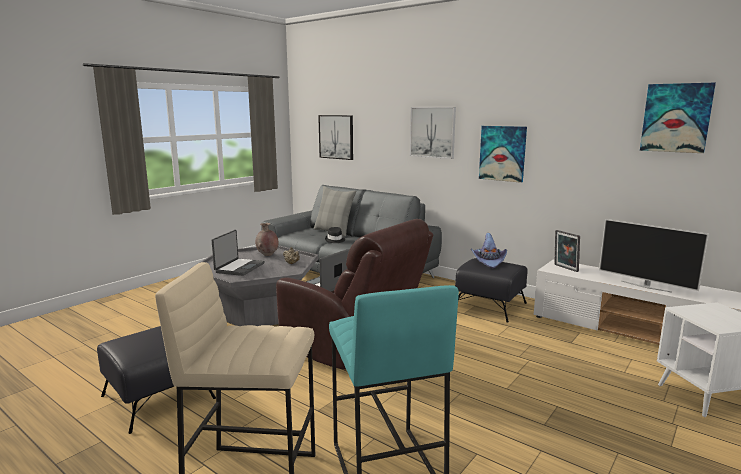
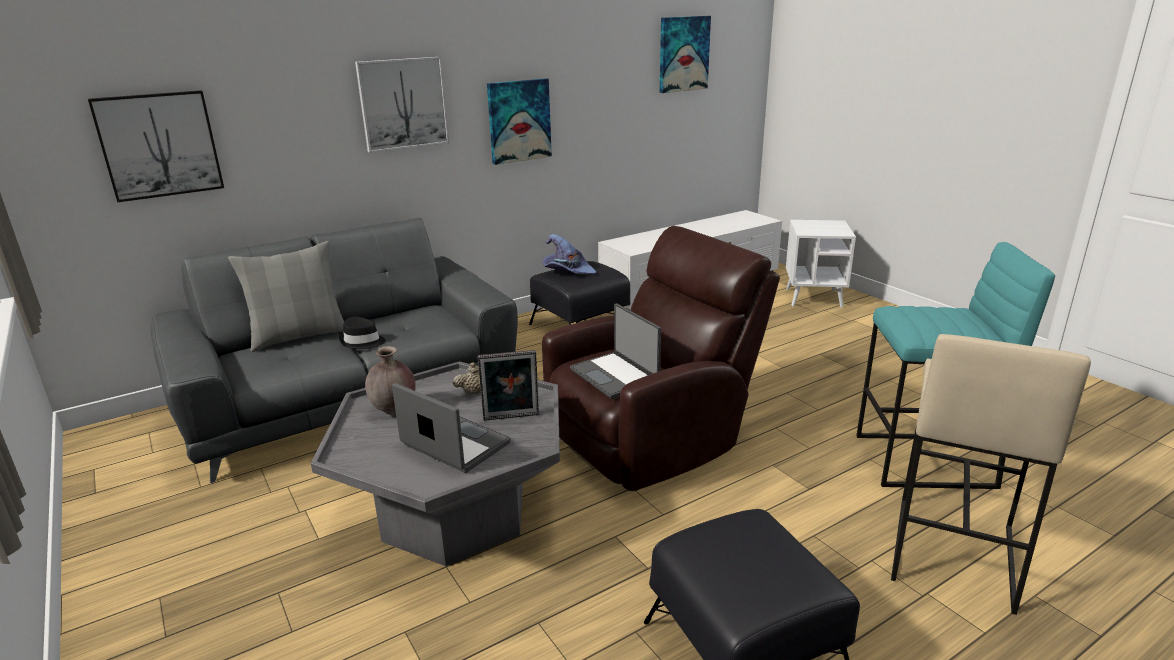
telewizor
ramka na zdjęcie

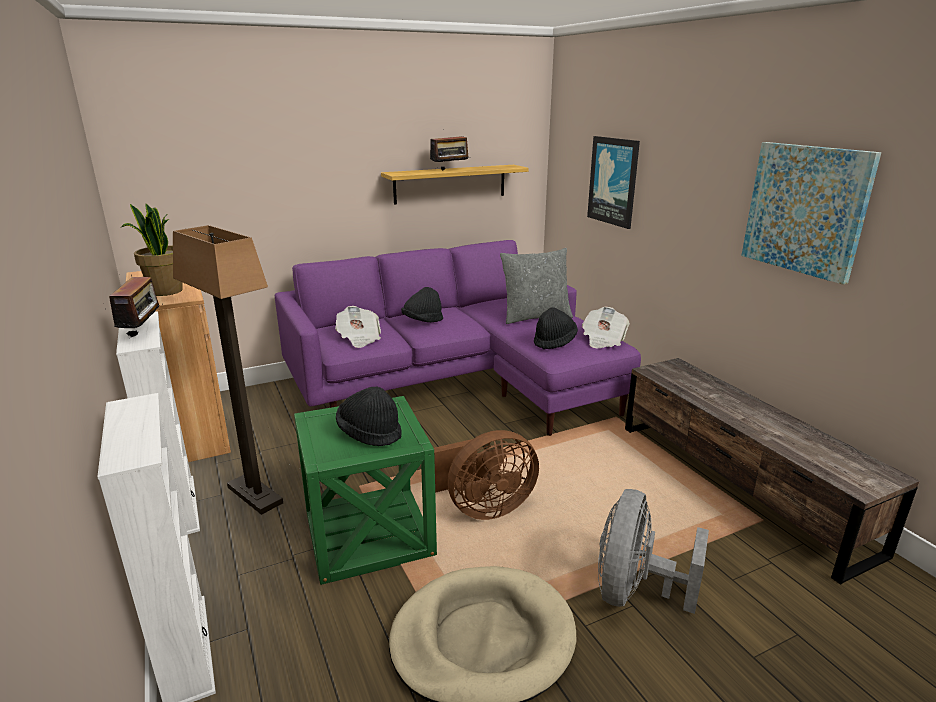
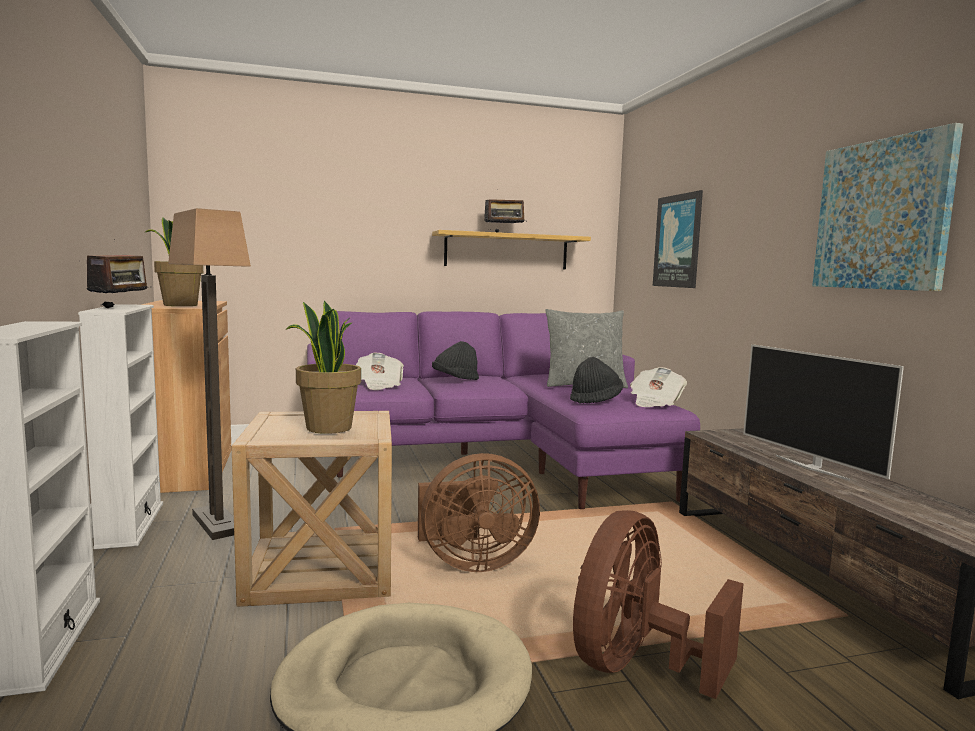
roślina doniczkowa (no. 2 from left)
stolik [beżowy]
wentylator [brązowy] (no. 2 from left)
telewizor

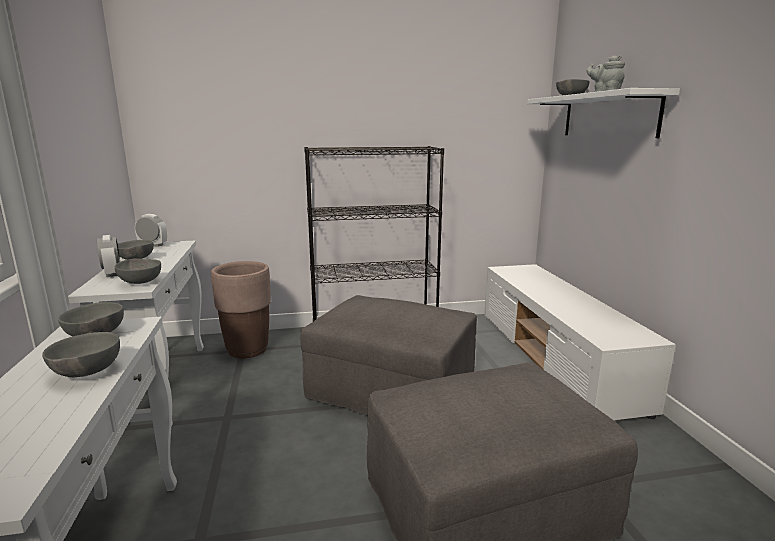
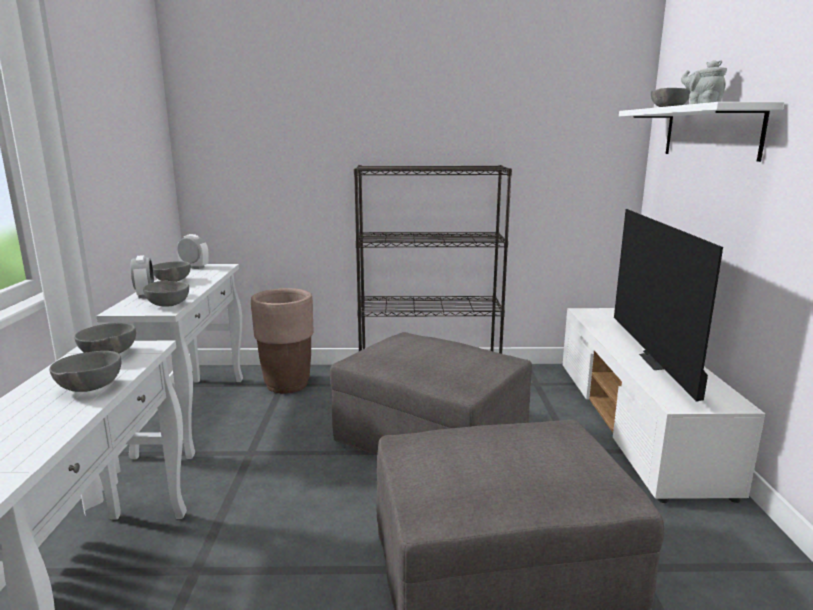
telewizor

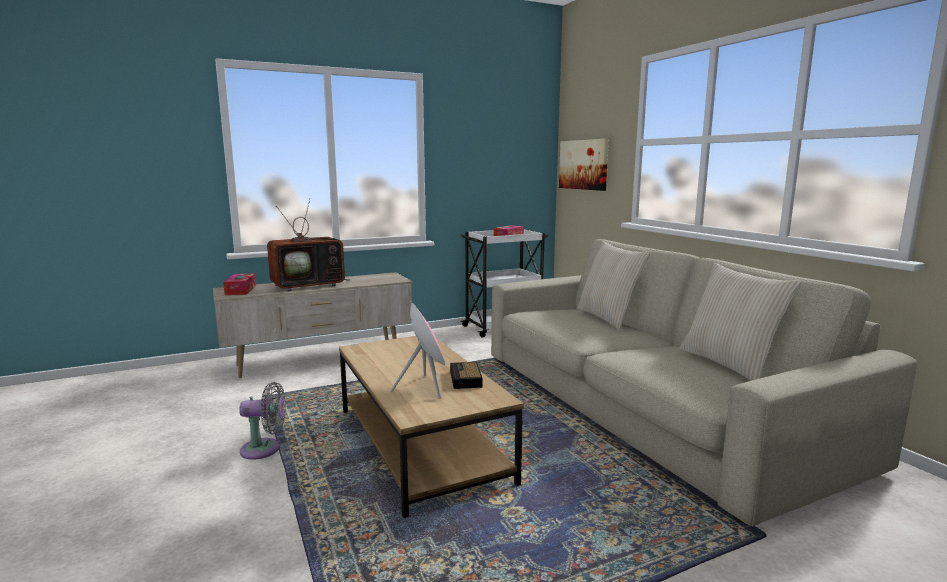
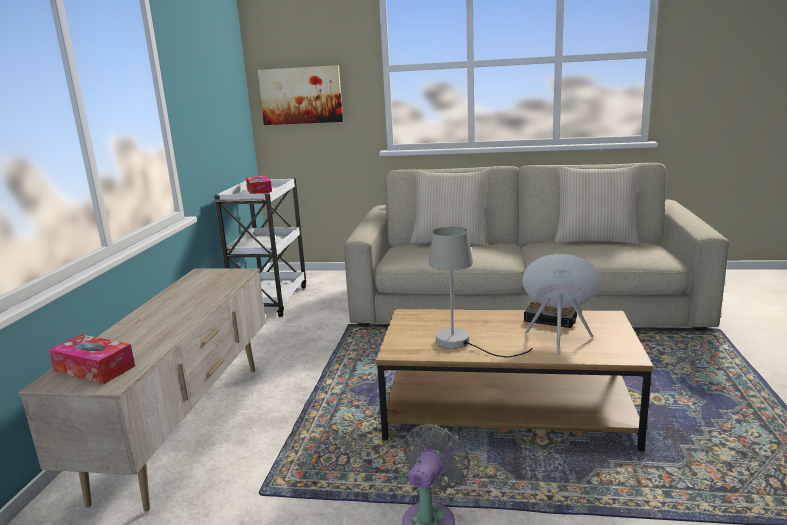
telewizor
lampa stołowa [szary]

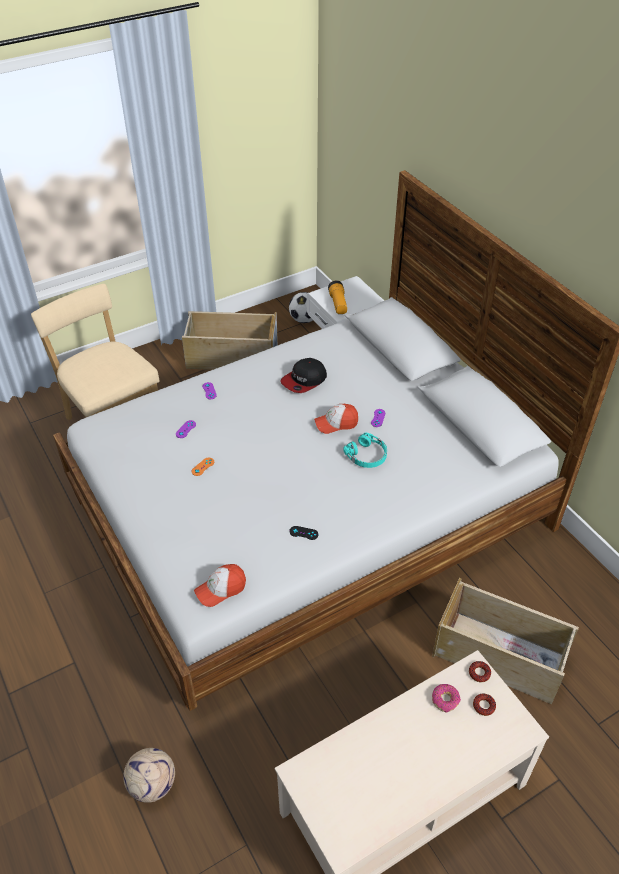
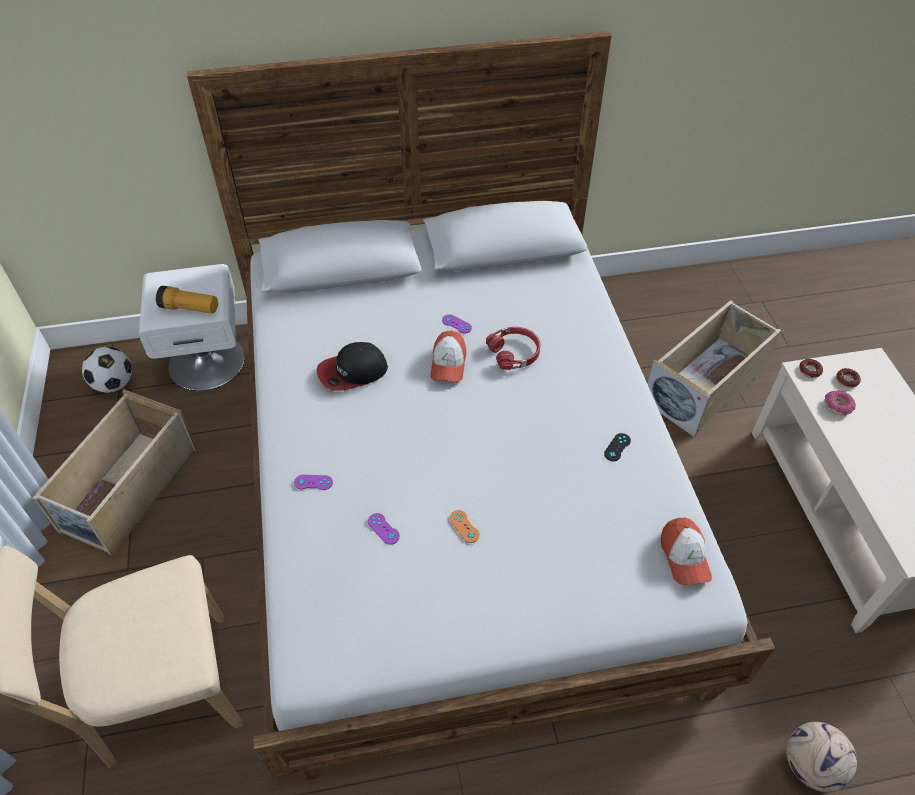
czapka z daszkiem (no. 1 from left)
słuchawki [czerwony]

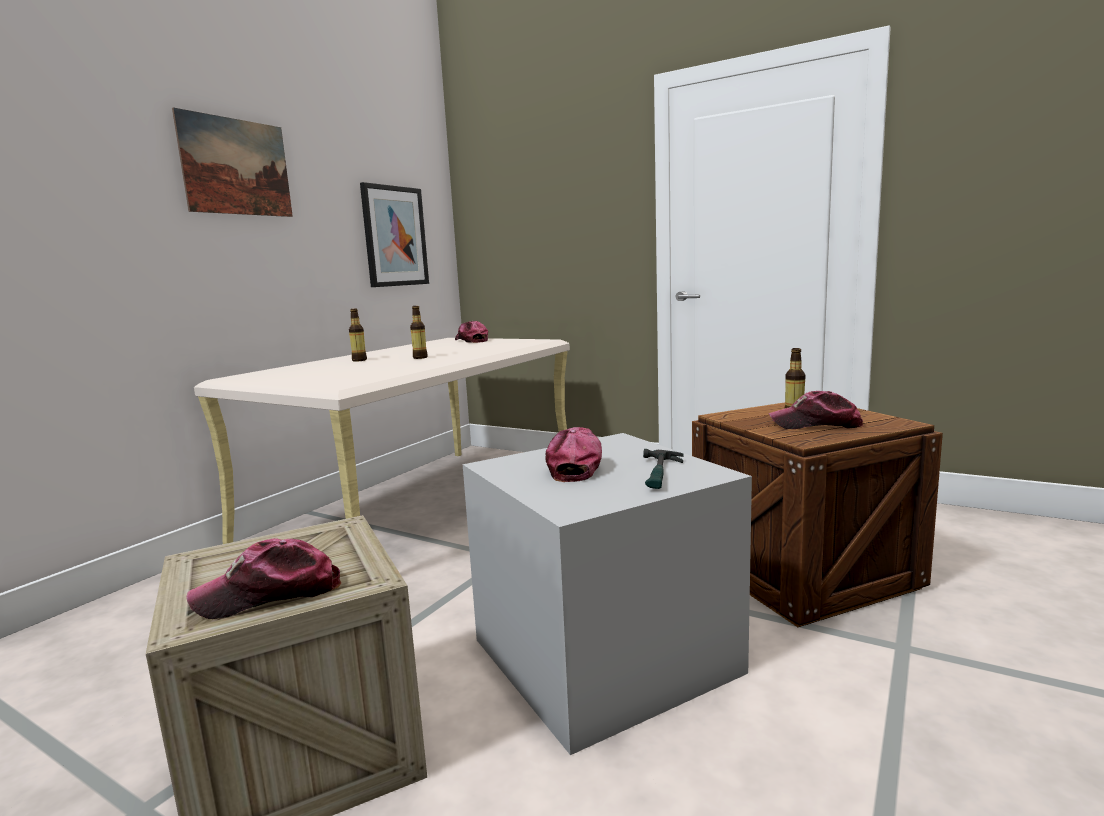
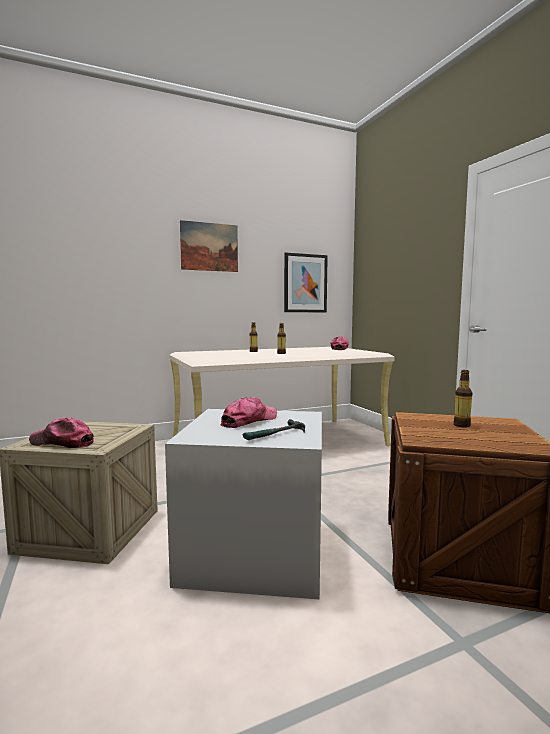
czapka z daszkiem (no. 4 from left in the first image)

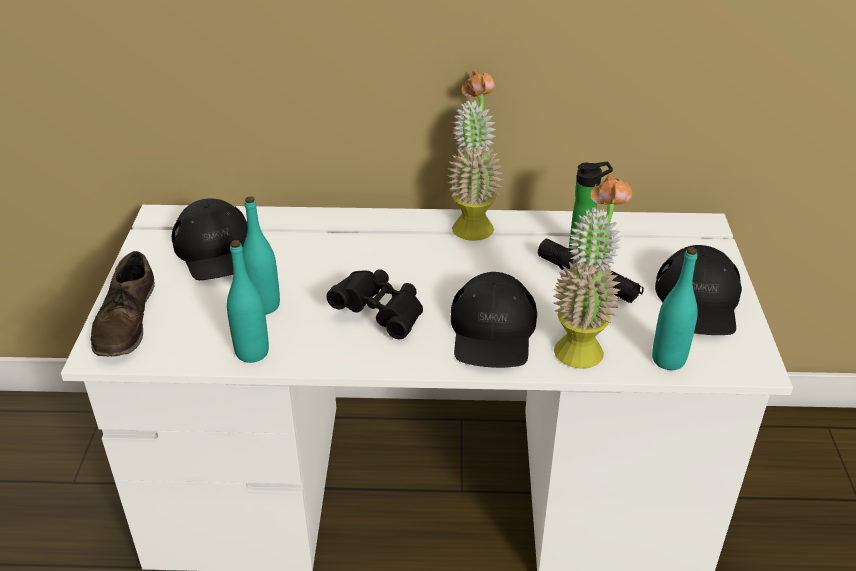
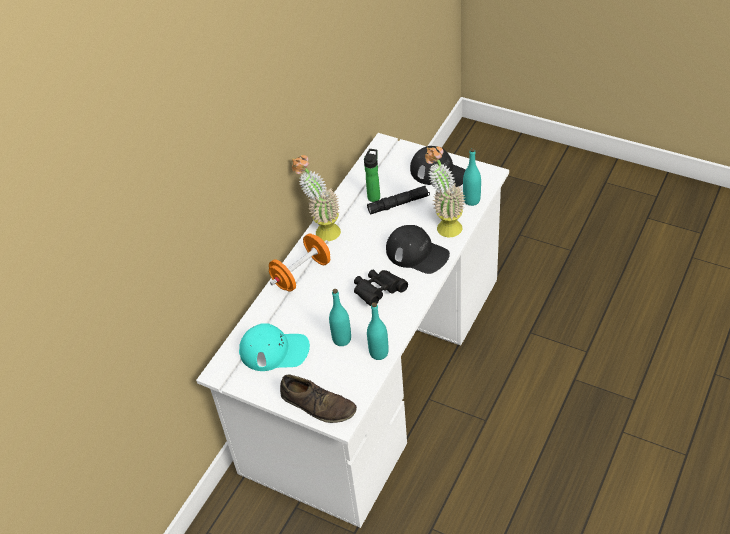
czapka z daszkiem [turkusowy]
hantel [pomarańczowy]

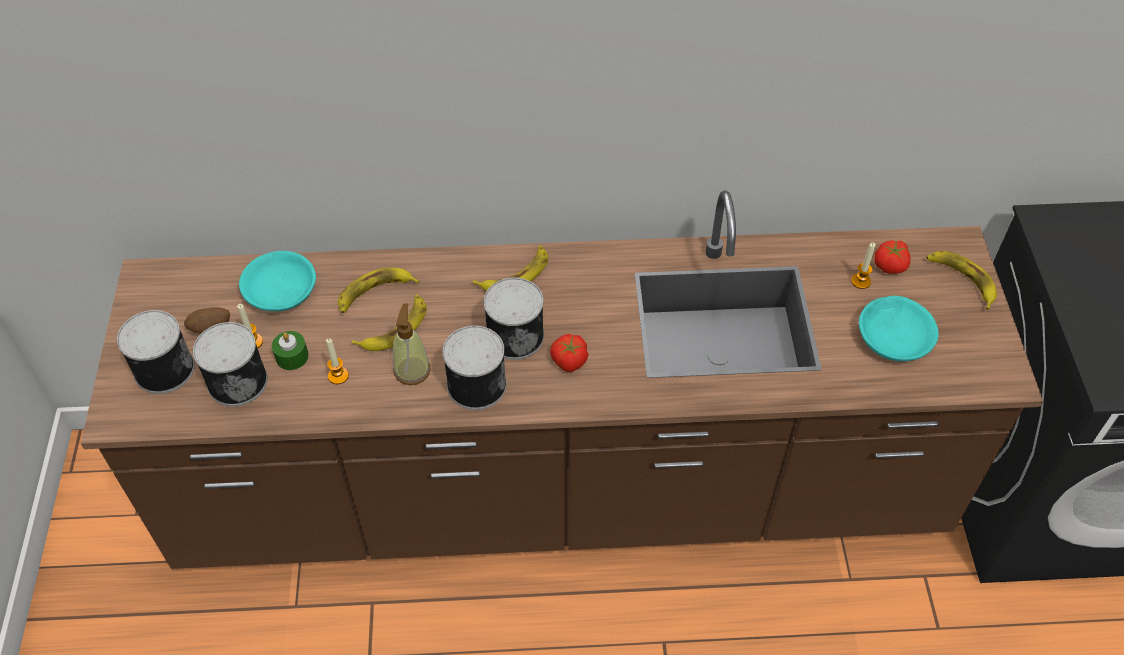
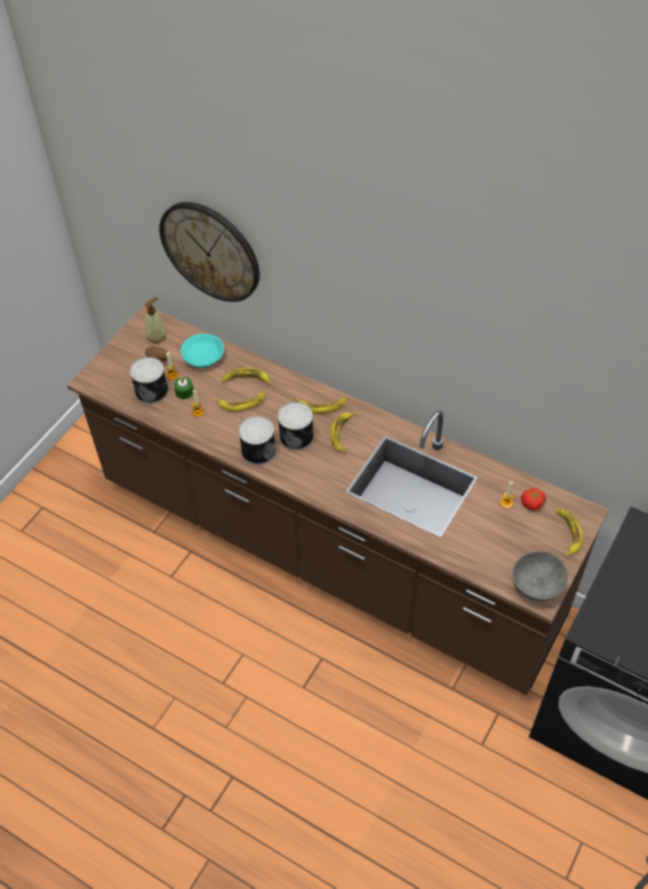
miska [turkusowy] (no. 2 from left in the first image)
dozownik mydła
puszka (no. 1 from left in the first image)
pomidor (no. 1 from left in the first image)
zegar ścienny
banan (no. 4 from left)
miska [szary]

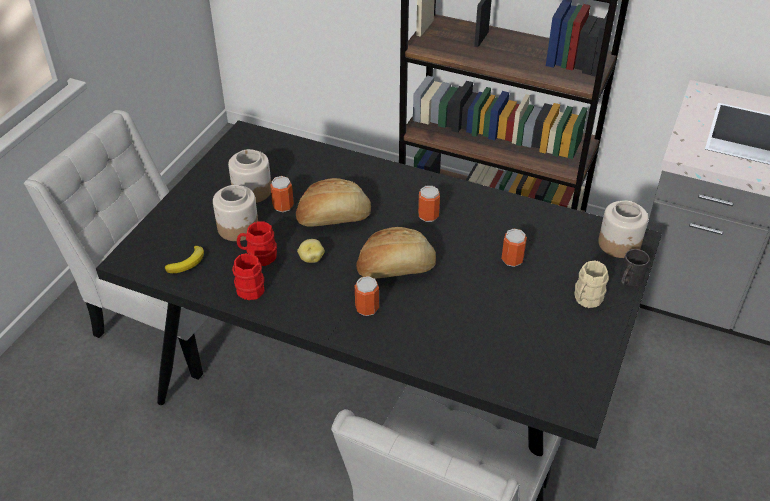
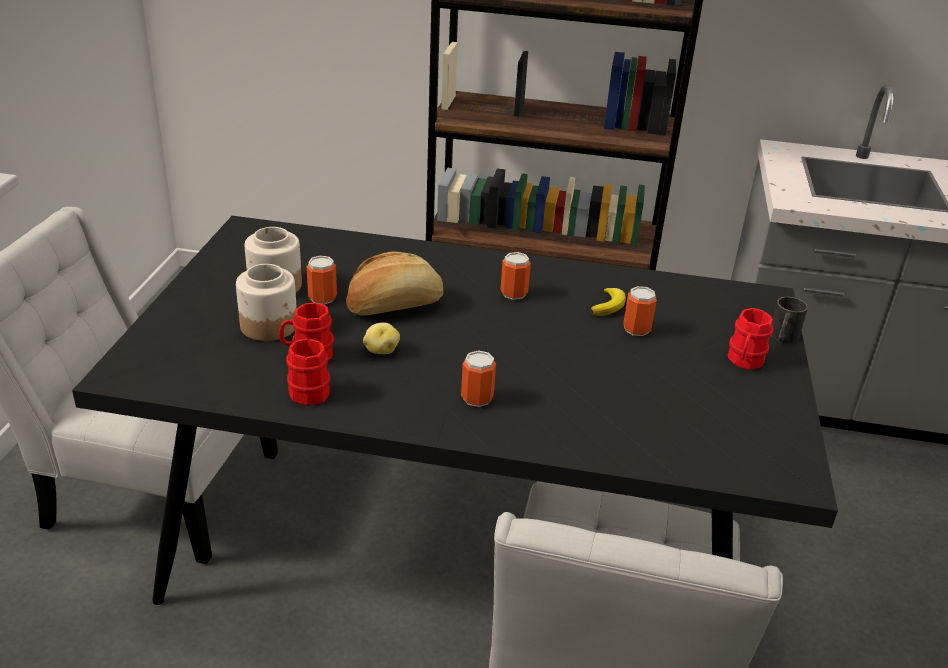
słoik (no. 3 from left in the first image)
chleb (no. 2 from left in the first image)
banan
kubek [czerwony] (no. 3 from left)

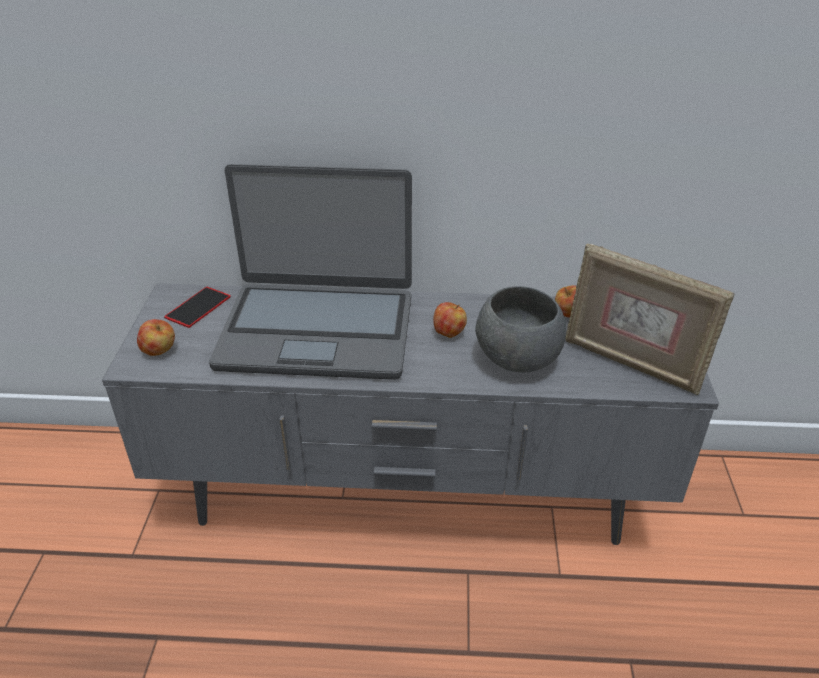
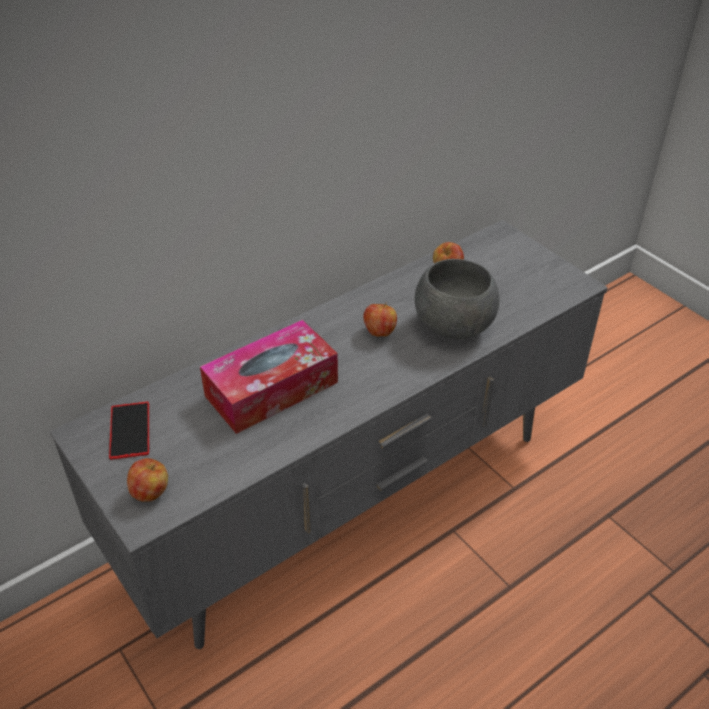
pudełko chusteczek
ramka na zdjęcie

